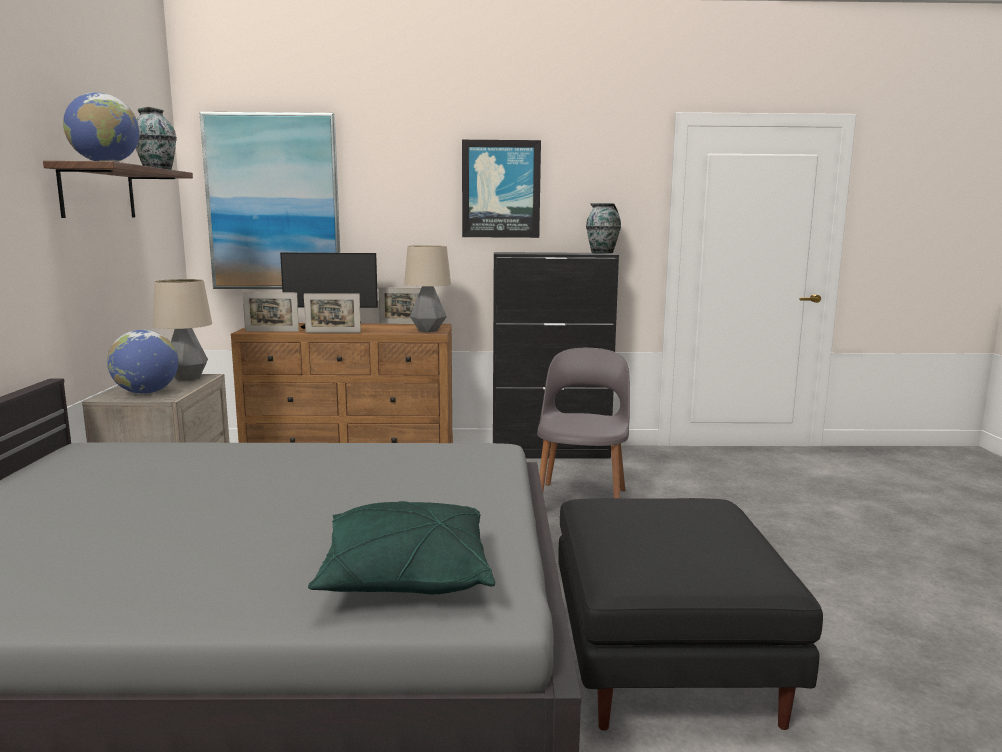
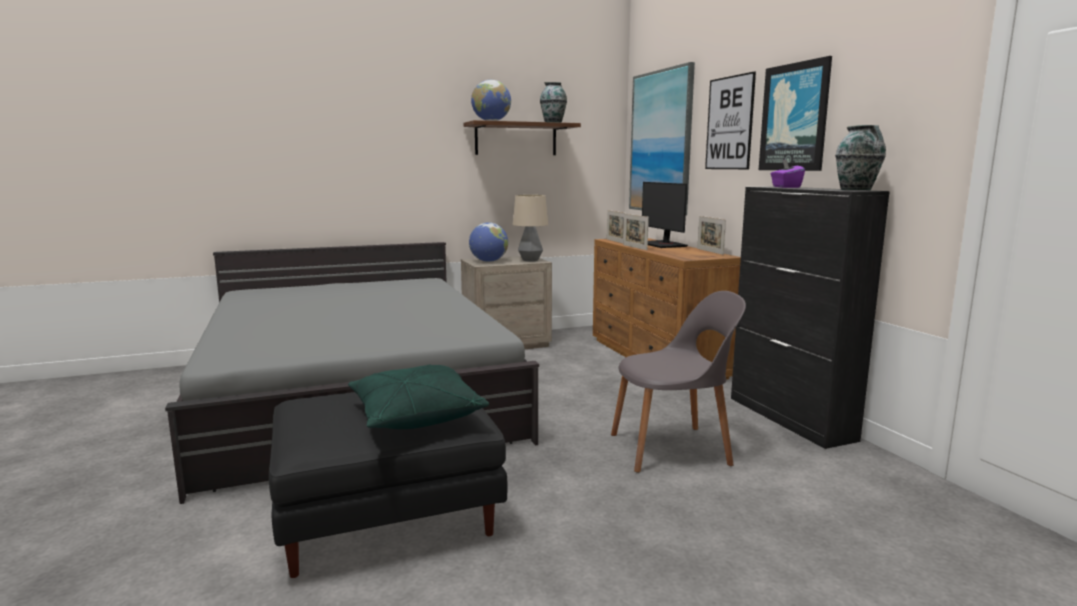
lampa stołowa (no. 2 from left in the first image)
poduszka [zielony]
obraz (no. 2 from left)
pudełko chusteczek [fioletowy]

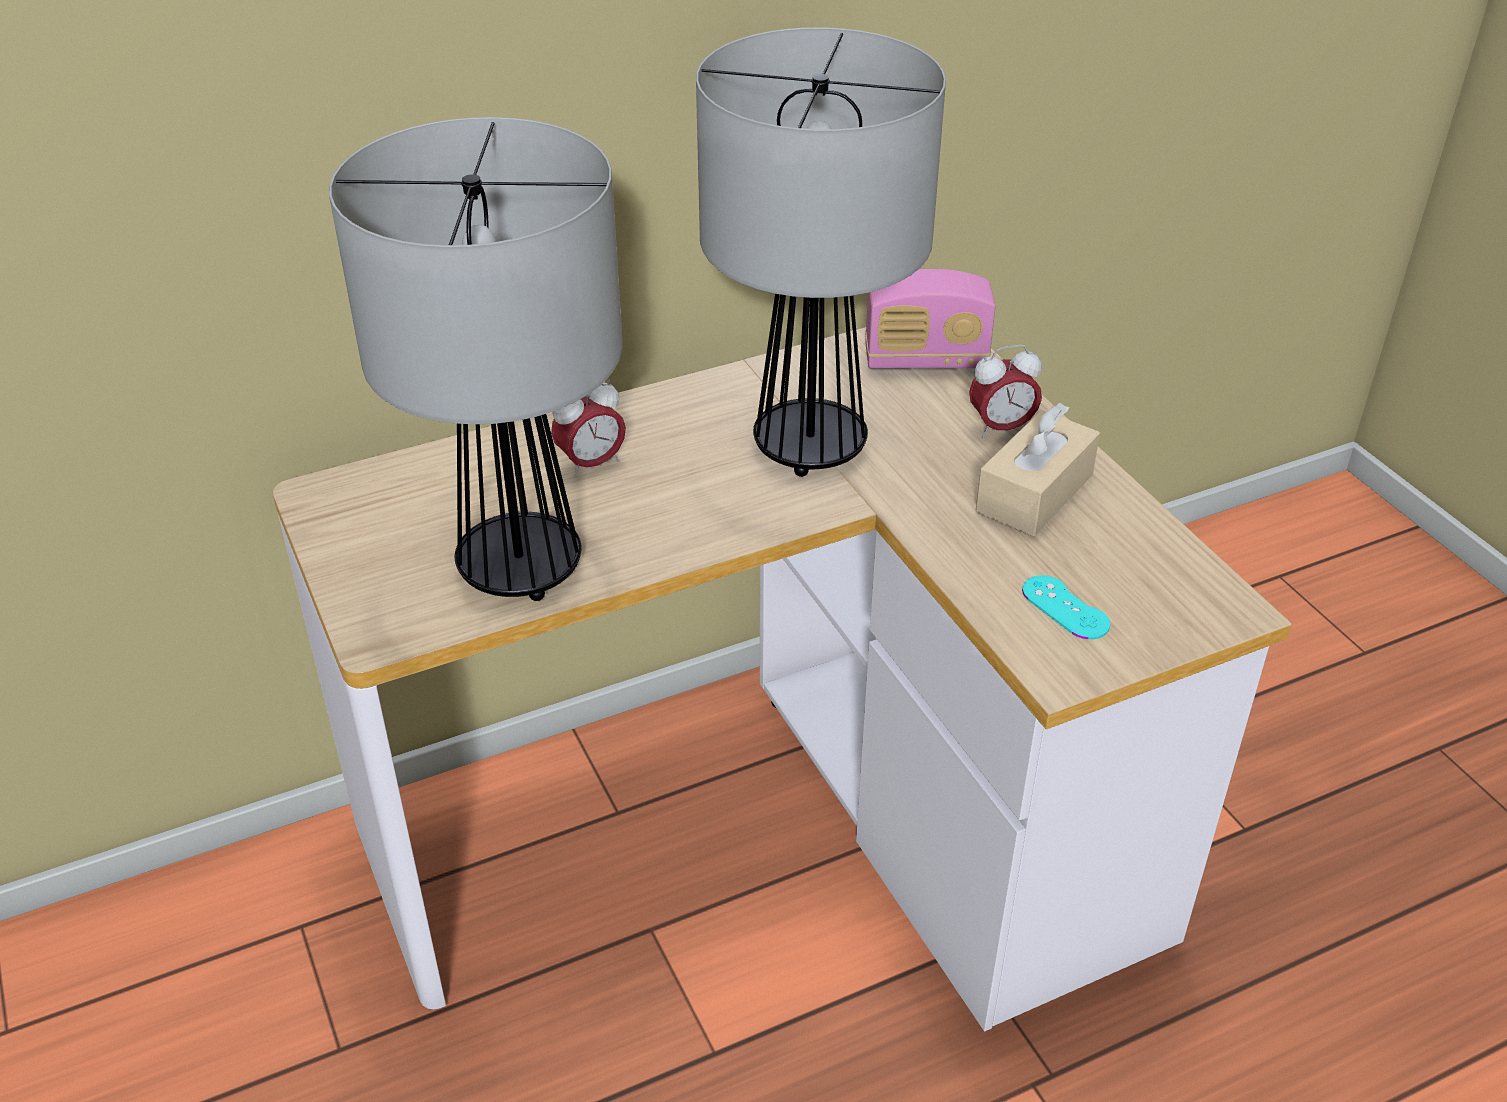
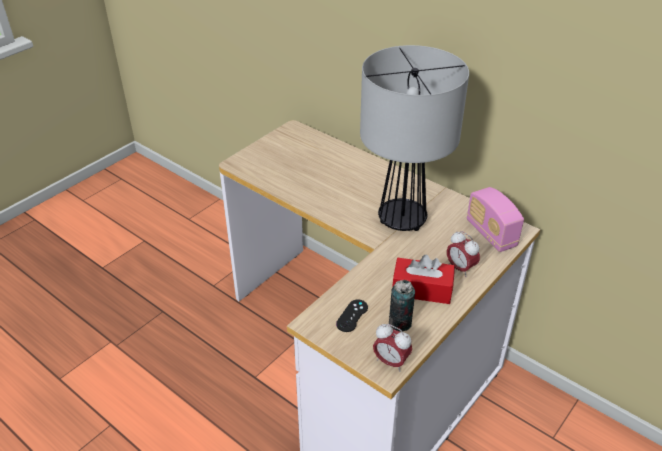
lampa stołowa (no. 1 from left in the first image)
budzik (no. 1 from left)
pudełko chusteczek [czerwony]
pad do gier [czarny]
puszka

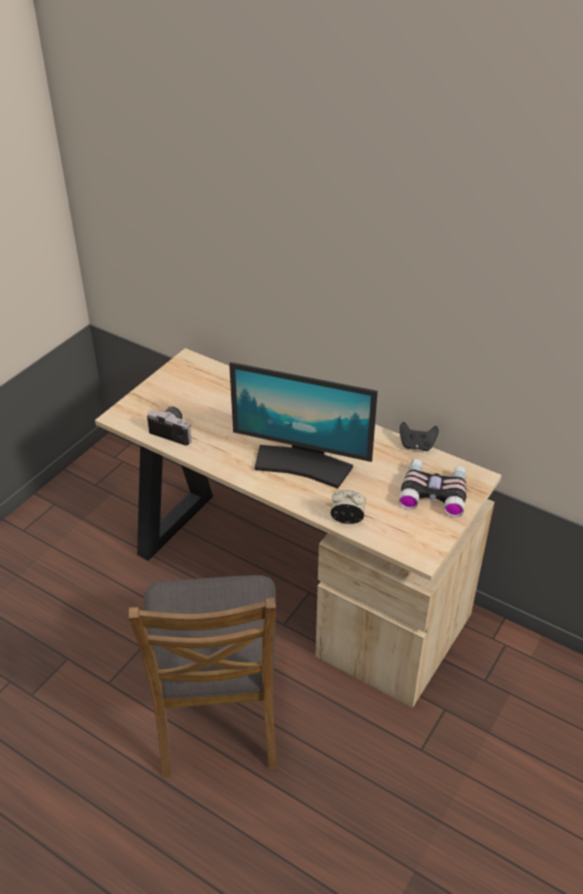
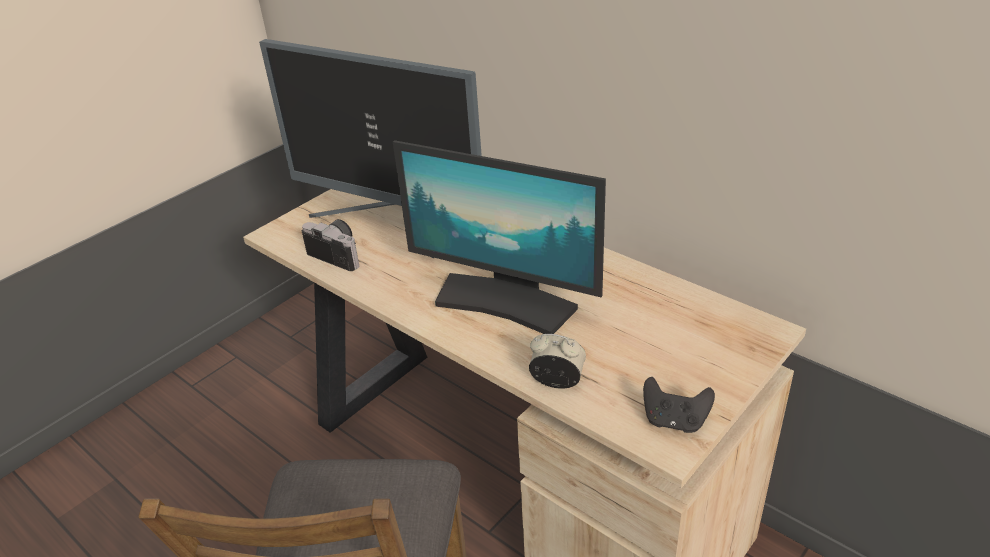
pad do gier [czarny]
lornetka
monitor (no. 1 from left)

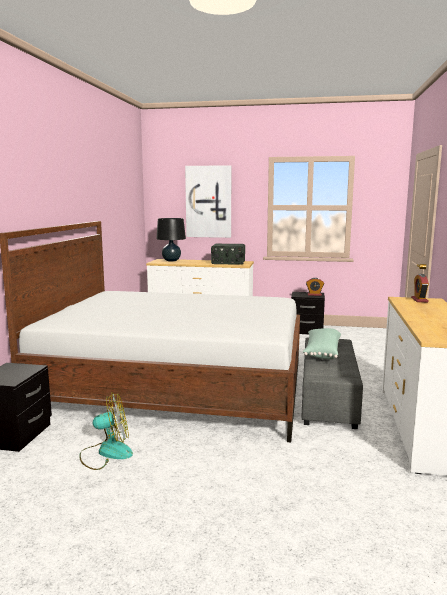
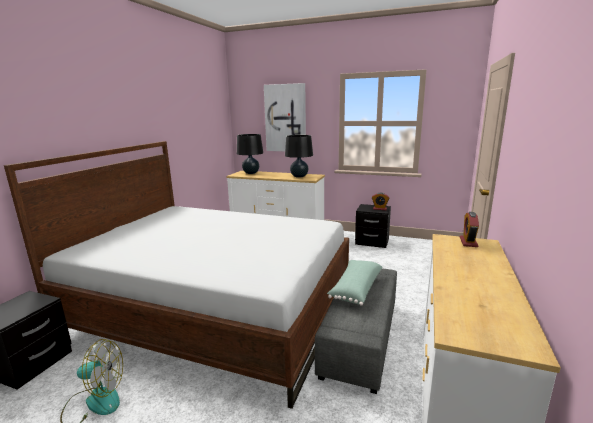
lampa stołowa [czarny] (no. 2 from left)

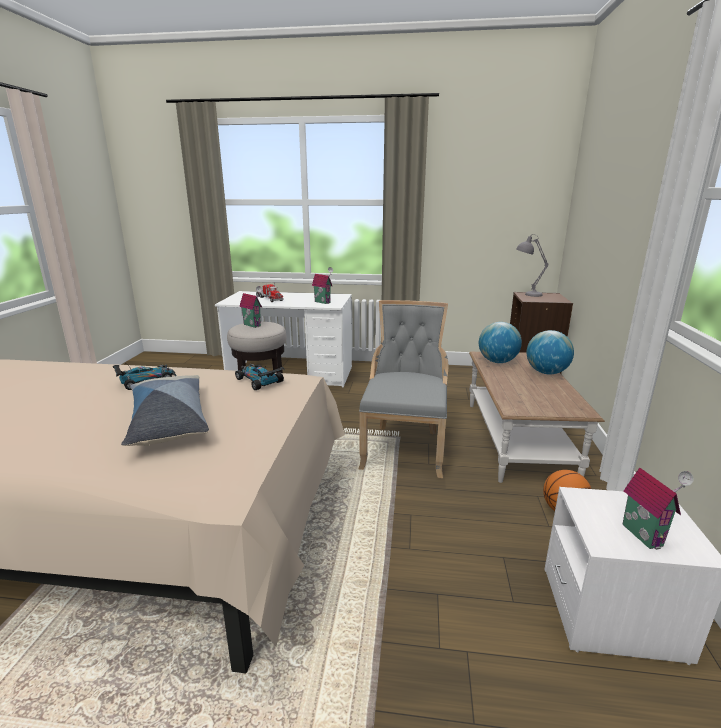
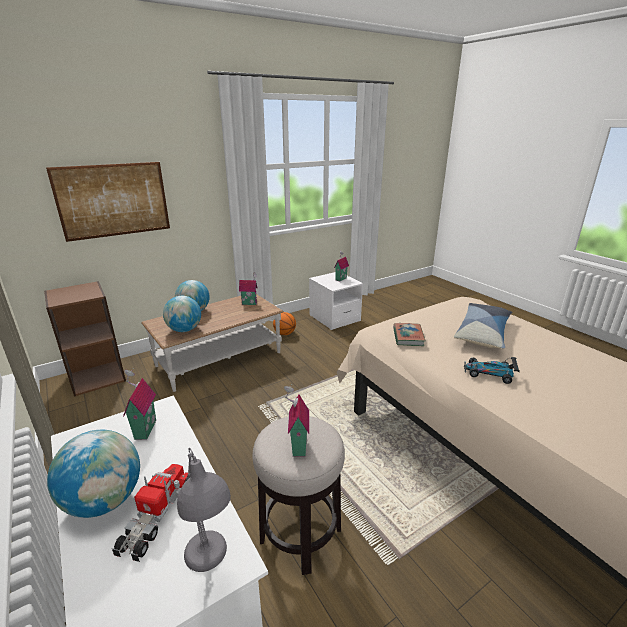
lampa stołowa [szary]
krzesło [szary]
książka
obraz
domek (no. 2 from left)
globus (no. 1 from left)

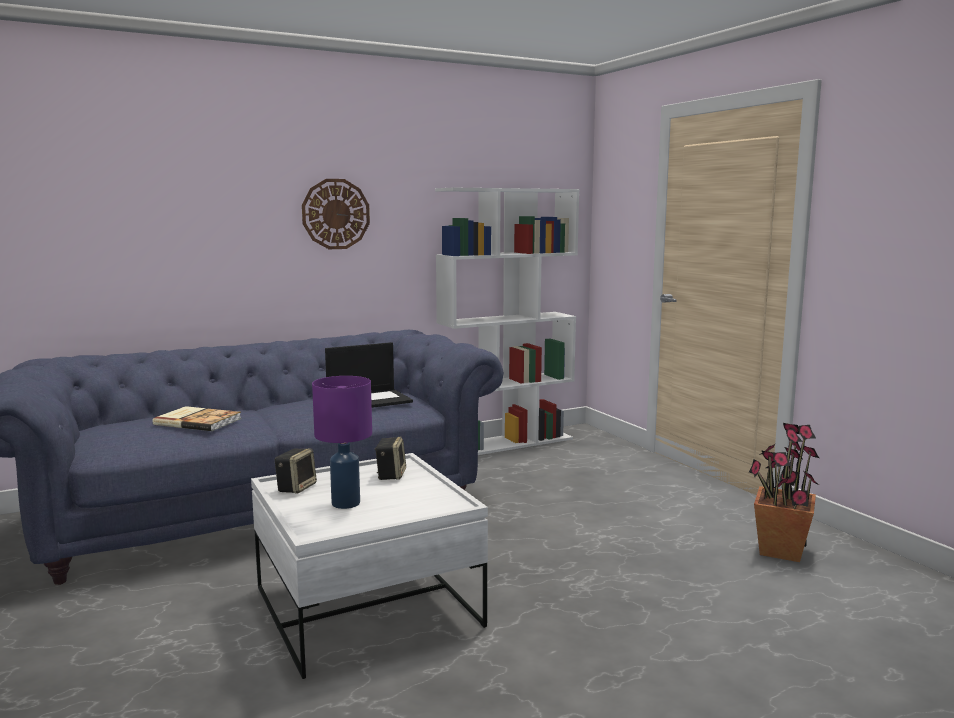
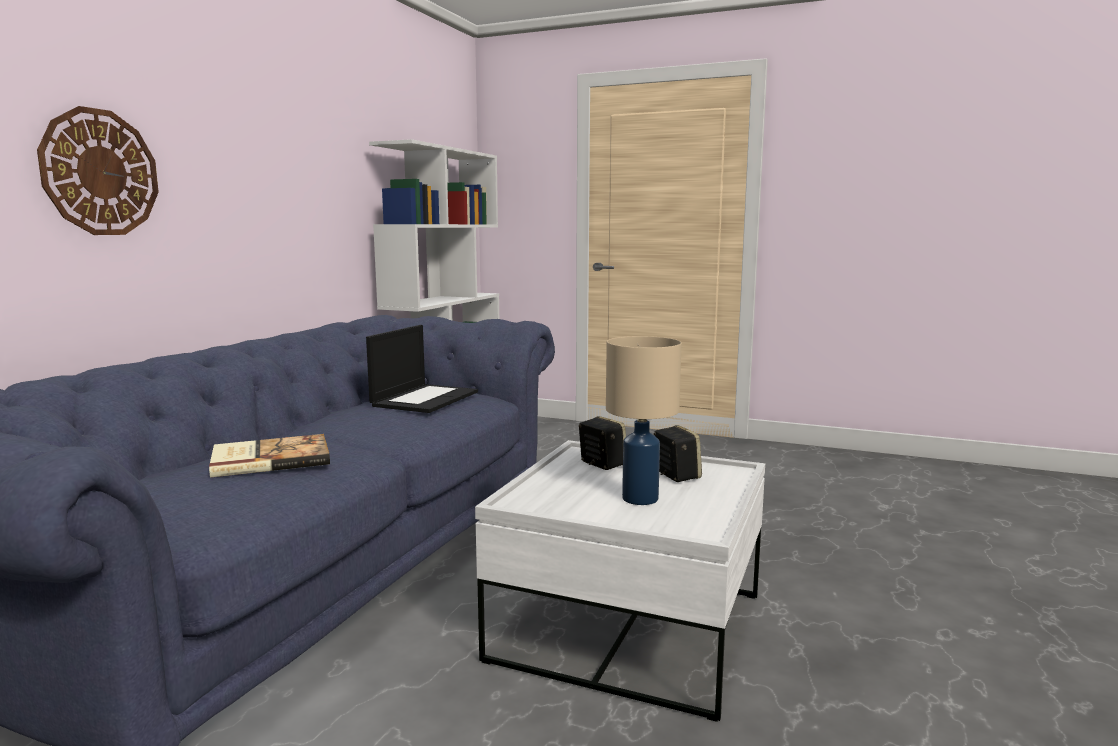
zegar ścienny
lampa stołowa [beżowy]
roślina doniczkowa
głośnik (no. 2 from left)

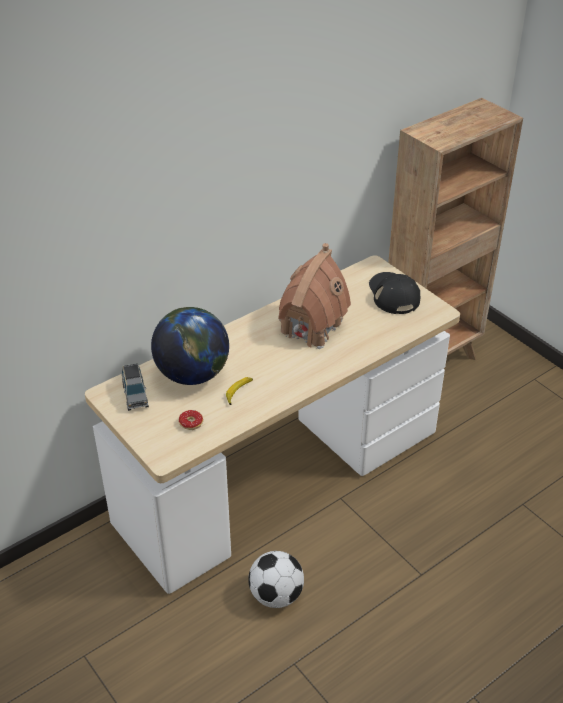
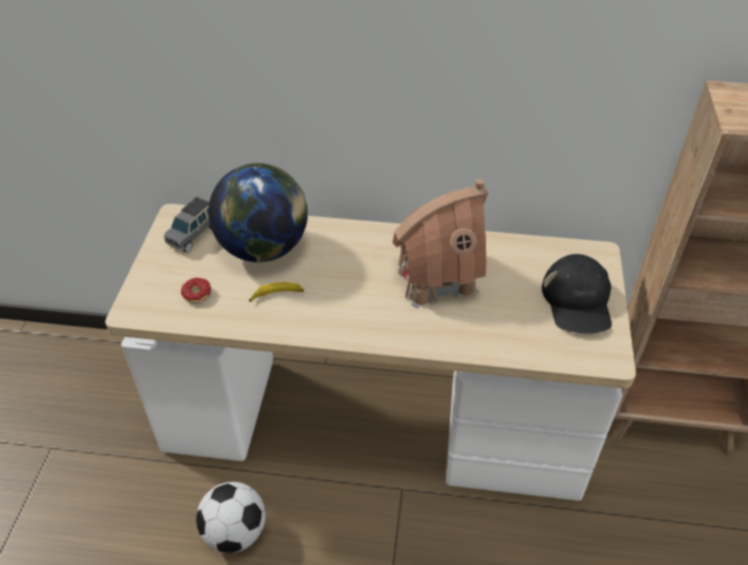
czapka z daszkiem [czarny]

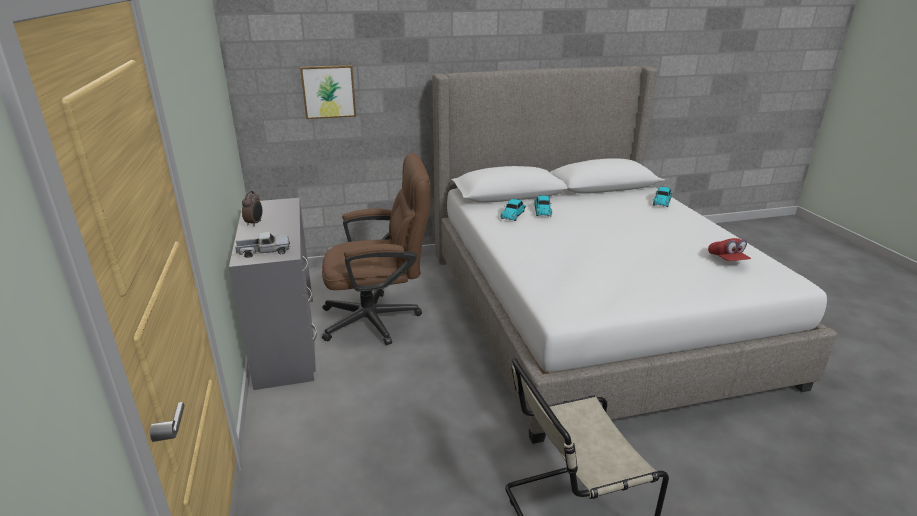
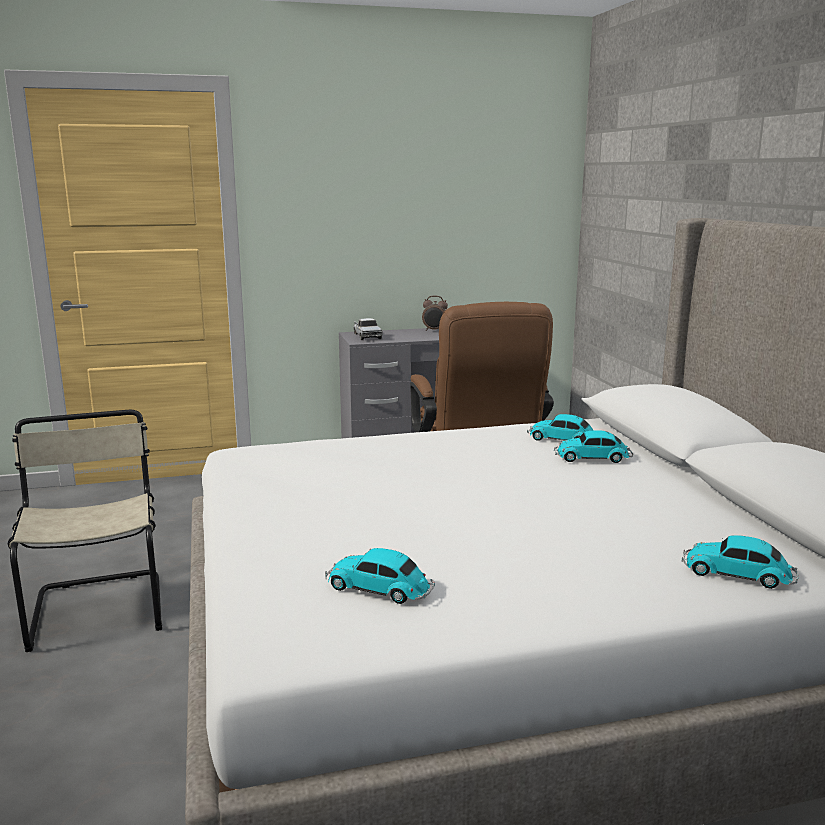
obraz
samochodzik (no. 1 from left)

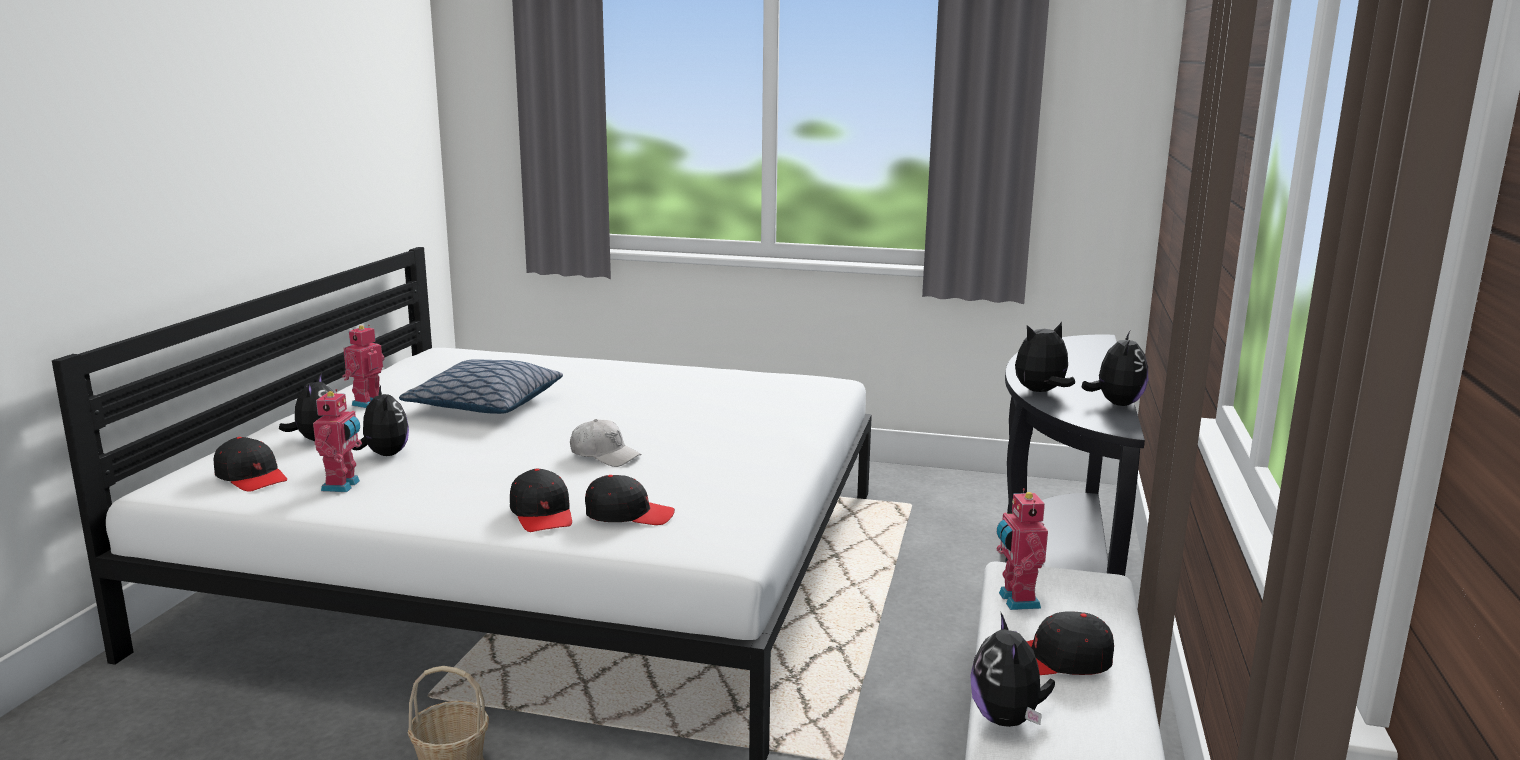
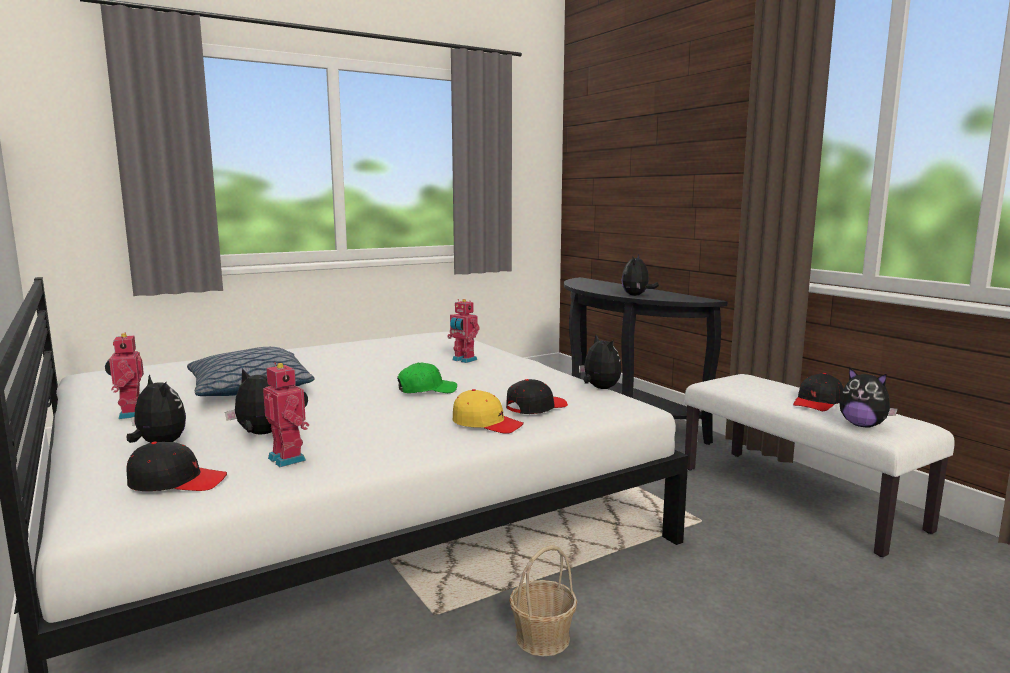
pluszak (no. 3 from left)
czapka z daszkiem [zielony]
czapka z daszkiem [żółty]
robot zabawkowy (no. 3 from left)

